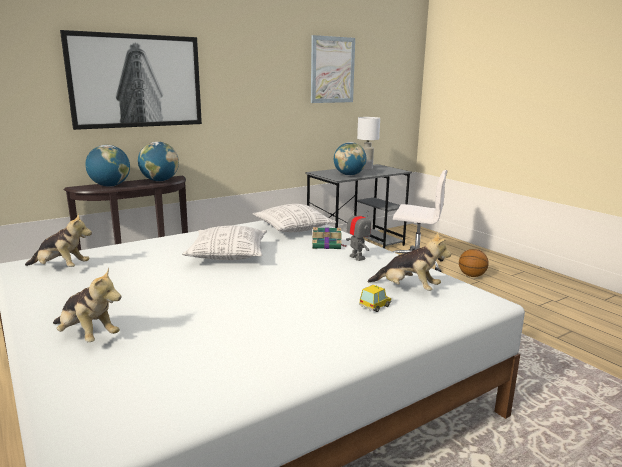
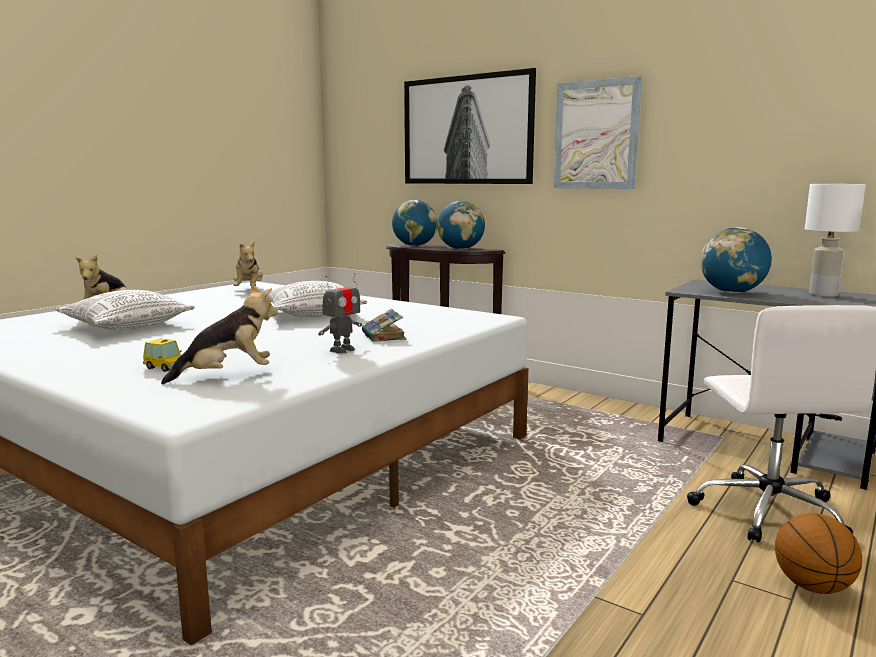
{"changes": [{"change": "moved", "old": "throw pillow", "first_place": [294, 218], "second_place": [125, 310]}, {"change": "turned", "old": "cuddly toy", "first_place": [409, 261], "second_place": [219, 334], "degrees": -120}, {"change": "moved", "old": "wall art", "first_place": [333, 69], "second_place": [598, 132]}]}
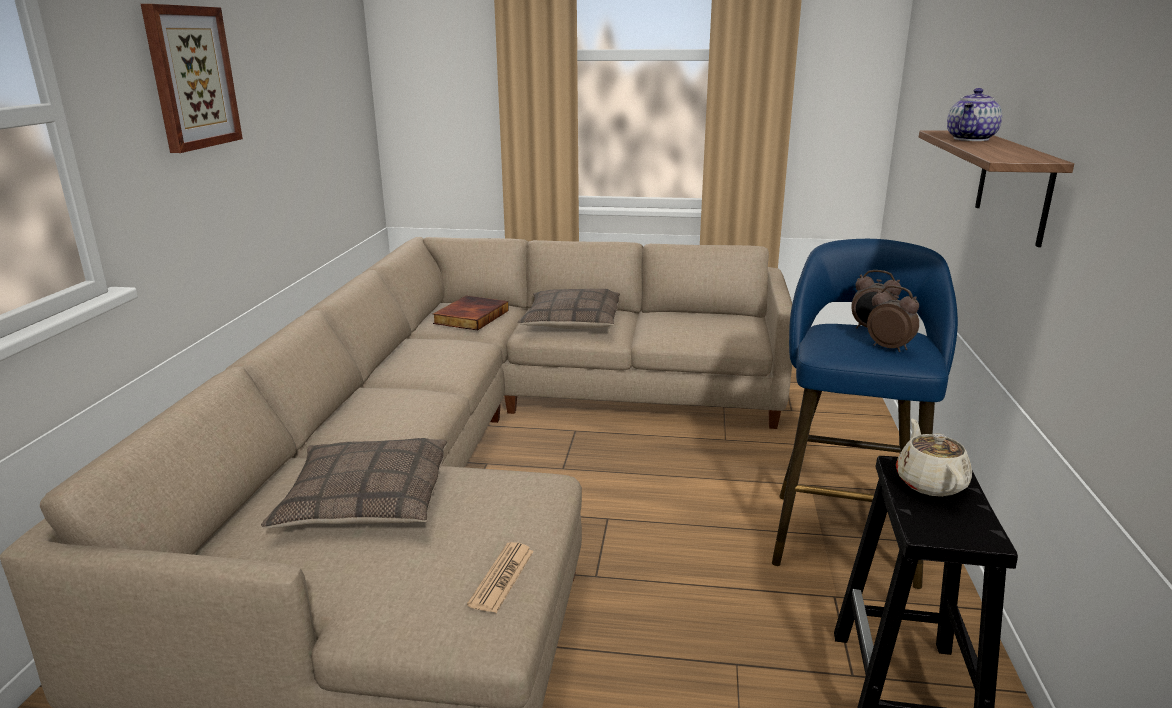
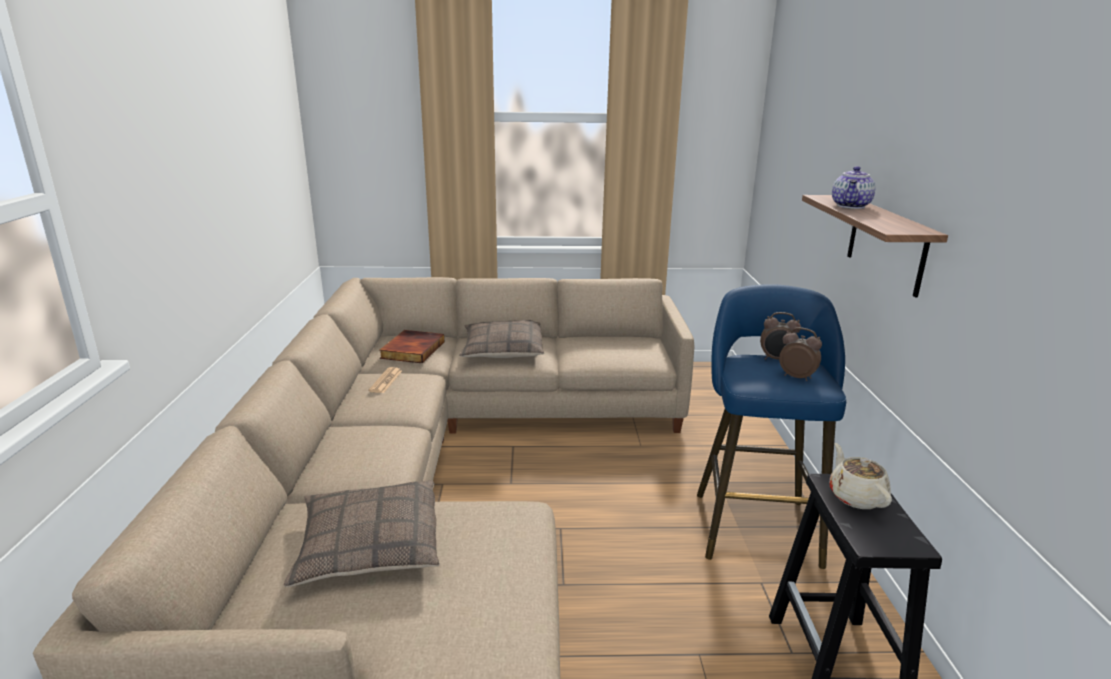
{"changes": [{"change": "moved", "old": "printed paper", "first_place": [500, 577], "second_place": [385, 380]}, {"change": "removed", "old": "wall art", "first_place": [192, 78]}]}
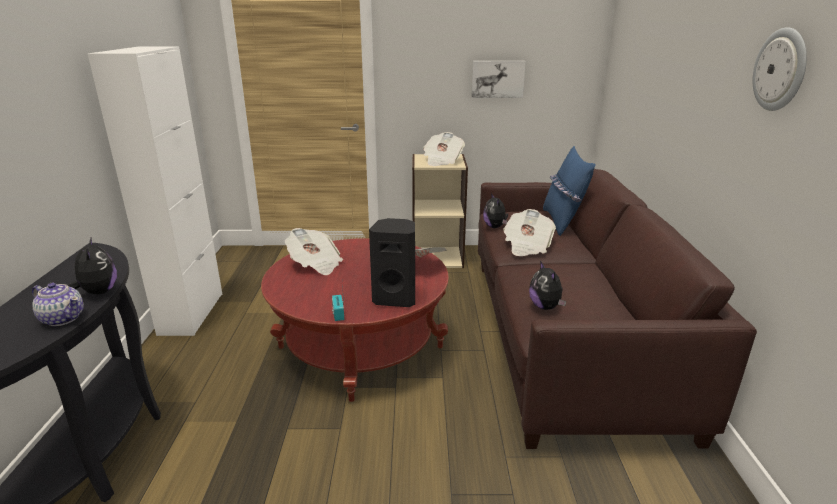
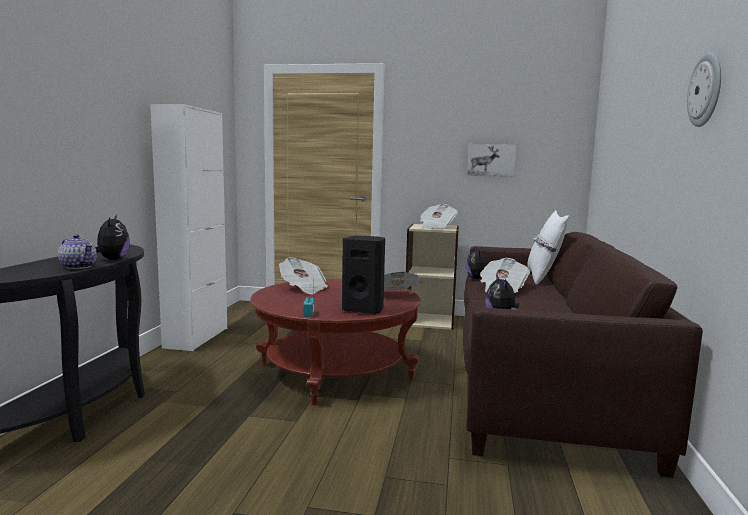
{"changes": [{"change": "recoloured", "old": "blue-coloured throw pillow", "new": "whitish throw pillow", "first_place": [569, 191], "second_place": [548, 248]}]}
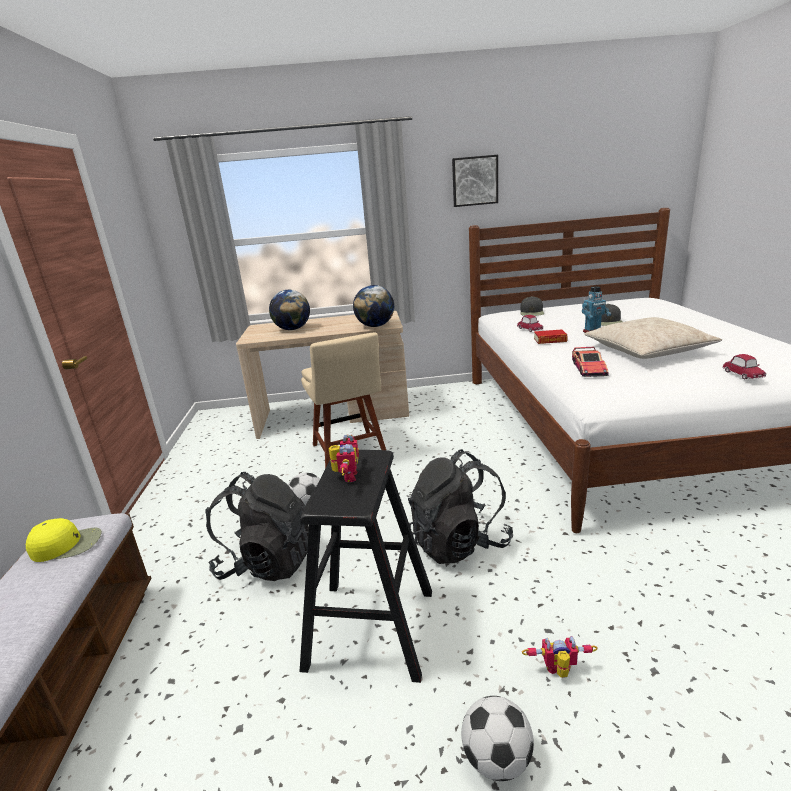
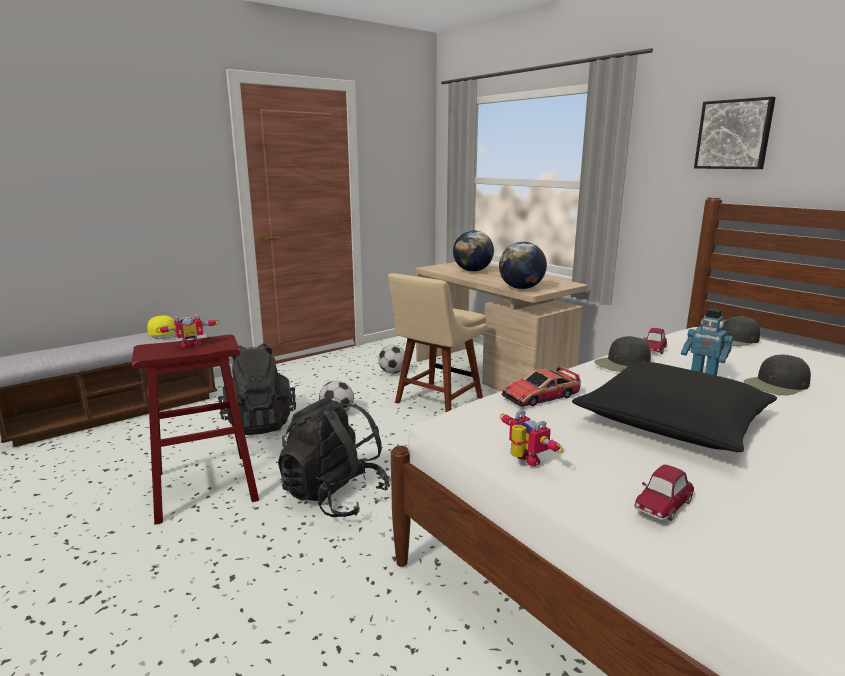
{"changes": [{"change": "recoloured", "old": "black-coloured stool seat", "new": "red stool seat", "first_place": [365, 566], "second_place": [195, 429]}, {"change": "moved", "old": "football ball", "first_place": [497, 738], "second_place": [391, 359]}, {"change": "moved", "old": "robot figure", "first_place": [560, 657], "second_place": [532, 438]}, {"change": "recoloured", "old": "beige-coloured throw pillow", "new": "black-coloured throw pillow", "first_place": [653, 338], "second_place": [674, 407]}, {"change": "replaced", "old": "bound book", "new": "black-coloured peaked cap", "first_place": [551, 336], "second_place": [622, 354]}]}
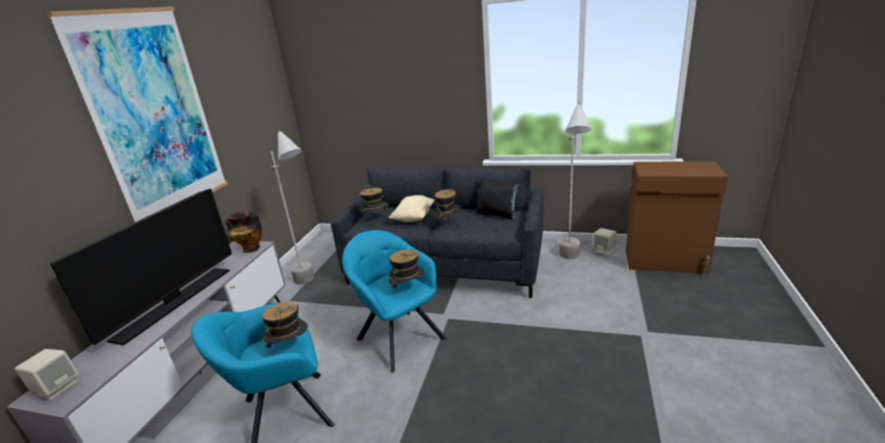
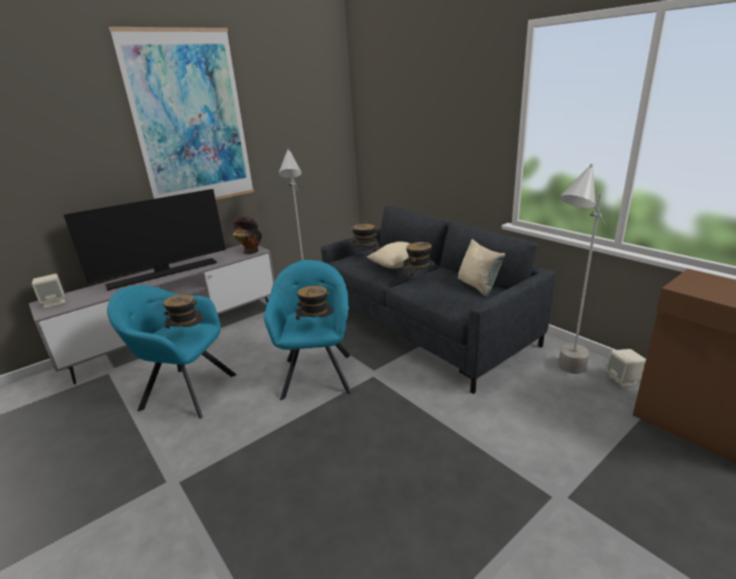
{"changes": [{"change": "recoloured", "old": "black-coloured throw pillow", "new": "beige-coloured throw pillow", "first_place": [498, 198], "second_place": [481, 268]}]}
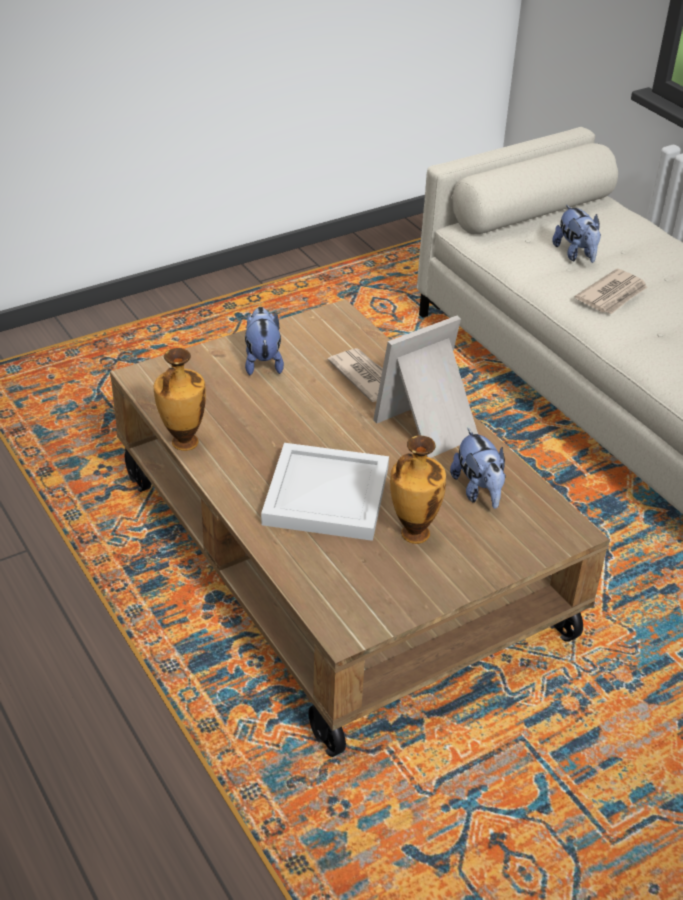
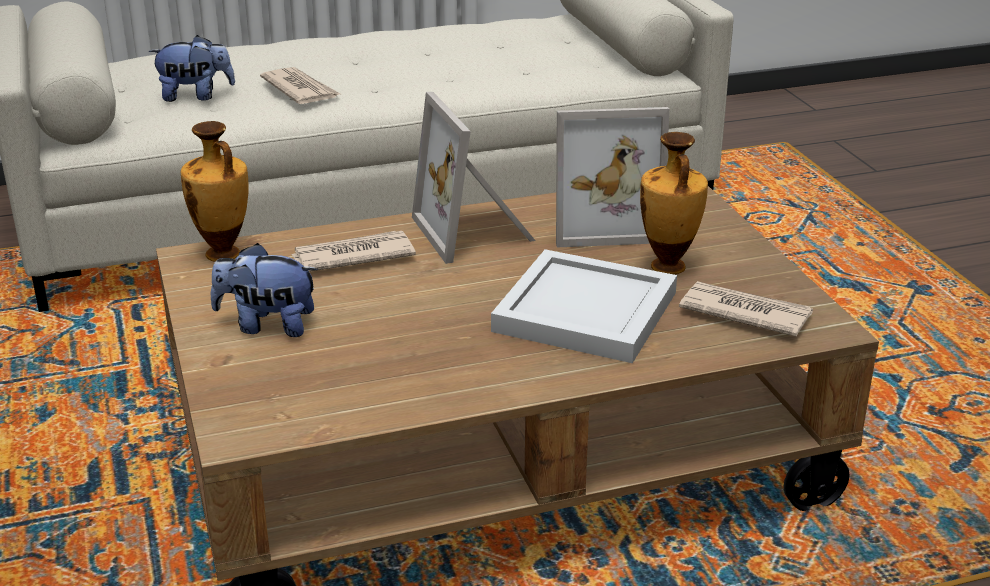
{"changes": [{"change": "moved", "old": "decorative vase", "first_place": [180, 399], "second_place": [215, 191]}, {"change": "replaced", "old": "cuddly toy", "new": "photo frame", "first_place": [478, 468], "second_place": [612, 177]}, {"change": "added", "new": "printed paper", "second_place": [746, 309]}]}
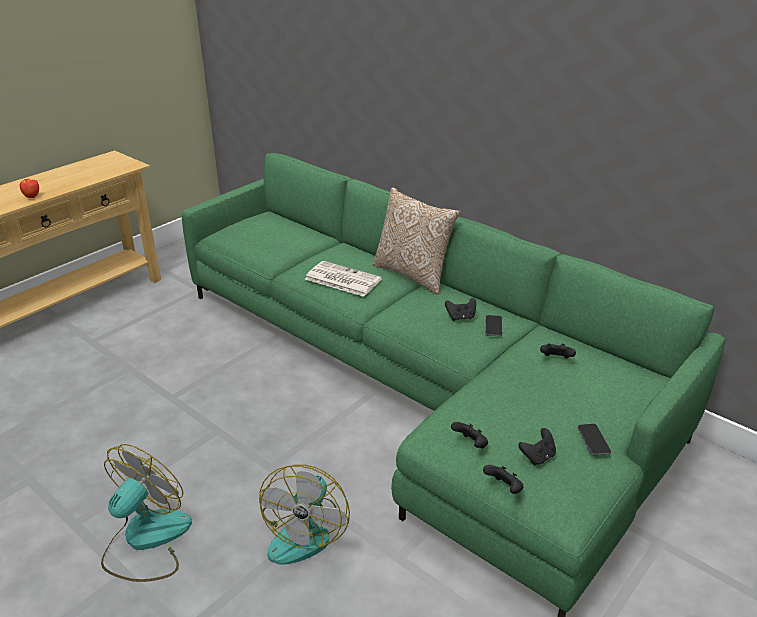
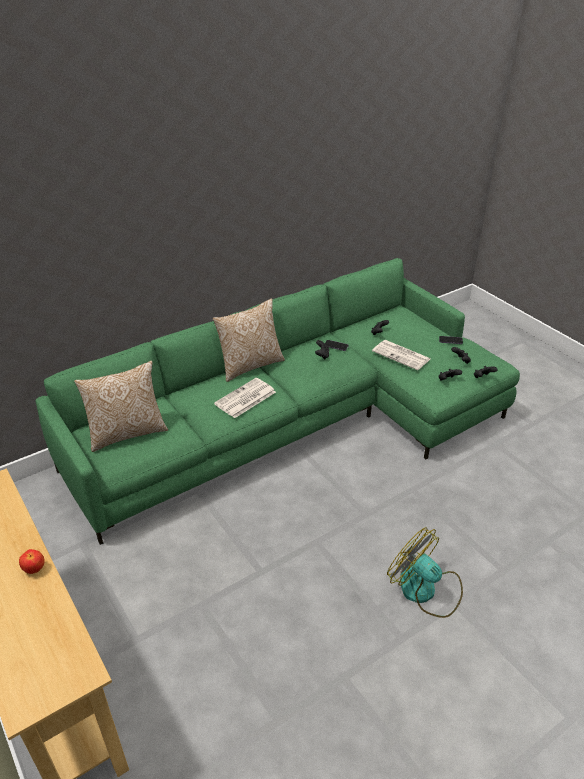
{"changes": [{"change": "added", "new": "throw pillow", "second_place": [121, 406]}, {"change": "added", "new": "printed paper", "second_place": [401, 355]}, {"change": "removed", "old": "fan", "first_place": [304, 514]}]}
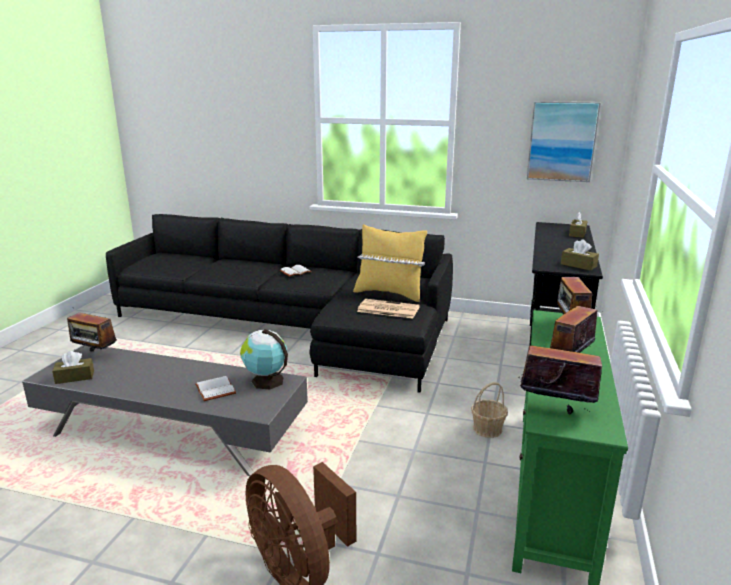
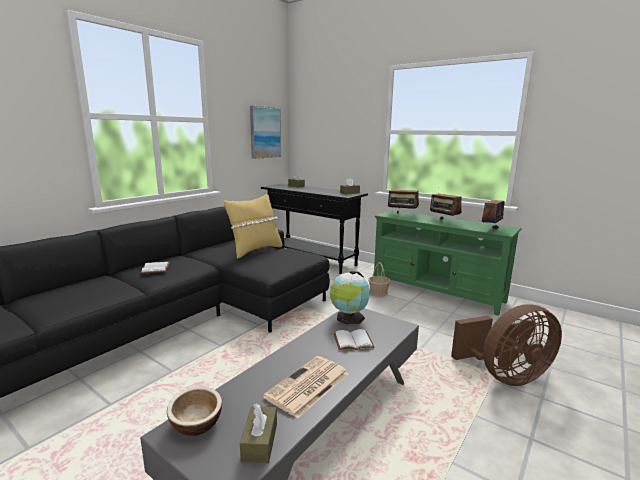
{"changes": [{"change": "replaced", "old": "radio set", "new": "serving bowl", "first_place": [92, 332], "second_place": [194, 411]}, {"change": "moved", "old": "printed paper", "first_place": [388, 309], "second_place": [305, 387]}]}
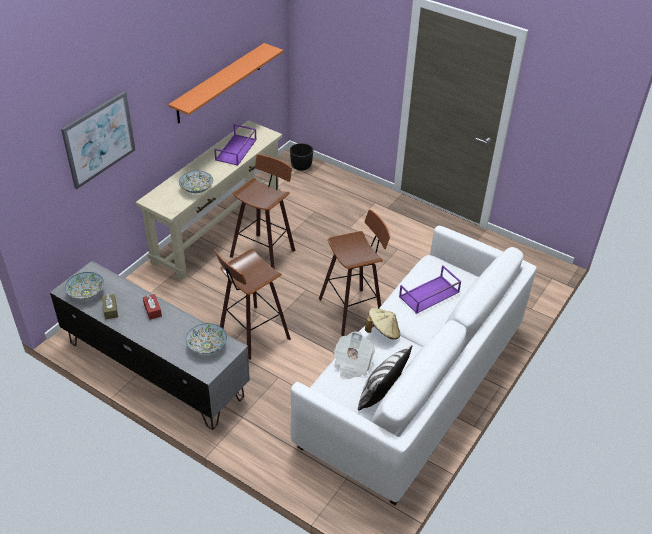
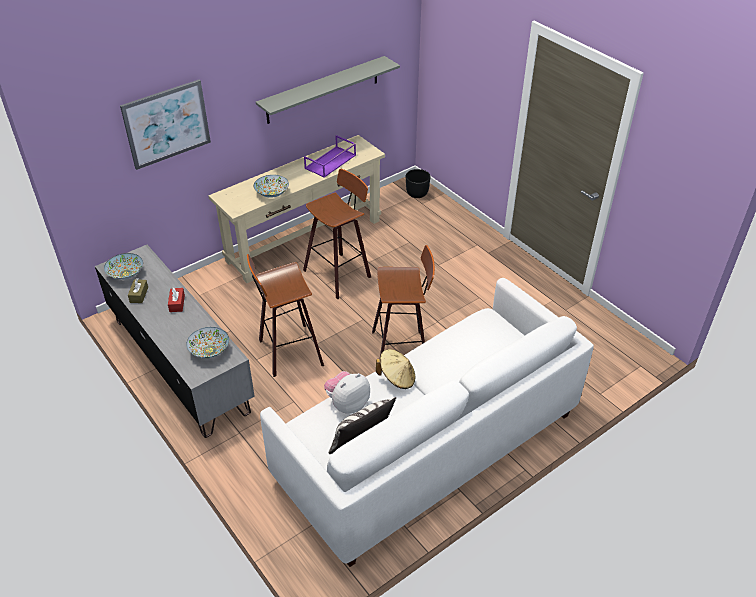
{"changes": [{"change": "recoloured", "old": "orange-coloured wall shelf", "new": "gray wall shelf", "first_place": [225, 83], "second_place": [328, 90]}, {"change": "replaced", "old": "printed paper", "new": "cuddly toy", "first_place": [354, 355], "second_place": [347, 392]}, {"change": "removed", "old": "purplish tray", "first_place": [430, 289]}]}
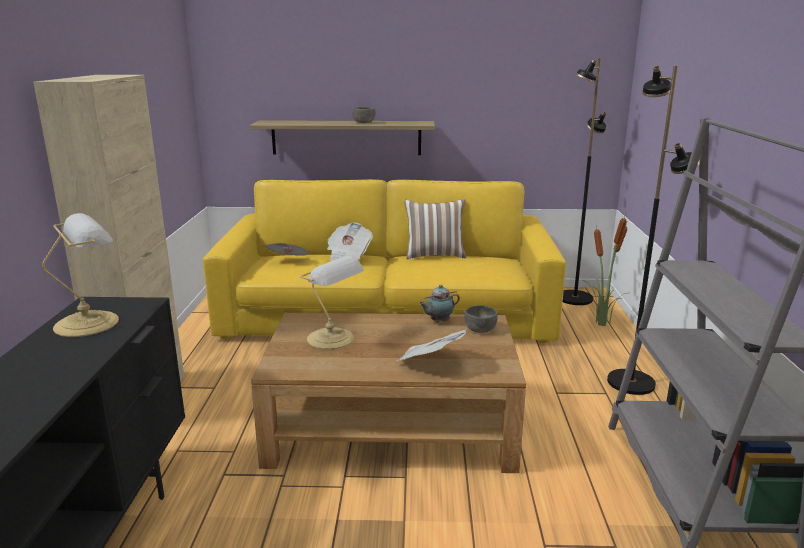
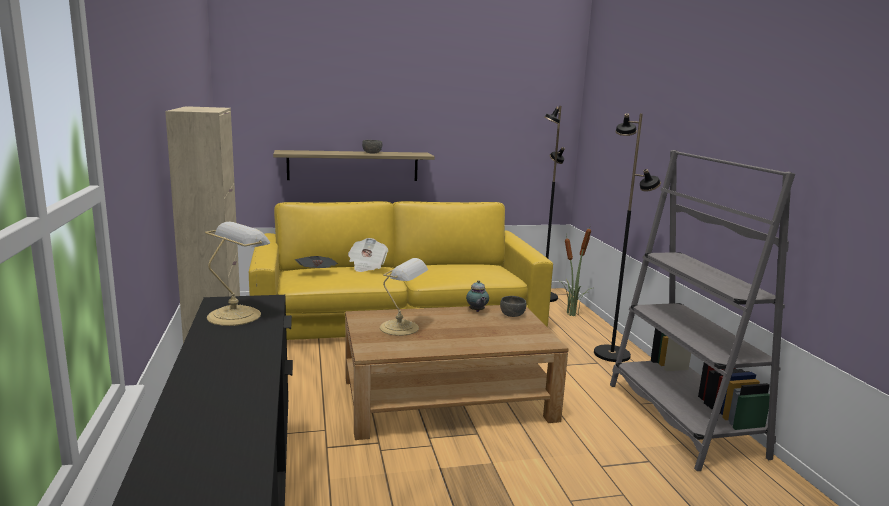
{"changes": [{"change": "turned", "old": "pot for tea", "first_place": [439, 303], "second_place": [477, 296], "degrees": -60}, {"change": "removed", "old": "printed paper", "first_place": [432, 345]}, {"change": "removed", "old": "throw pillow", "first_place": [435, 229]}]}
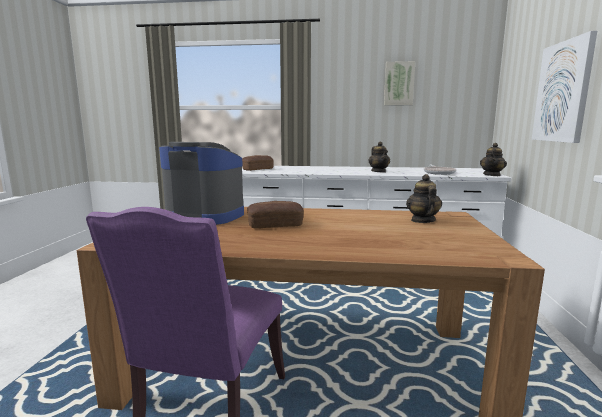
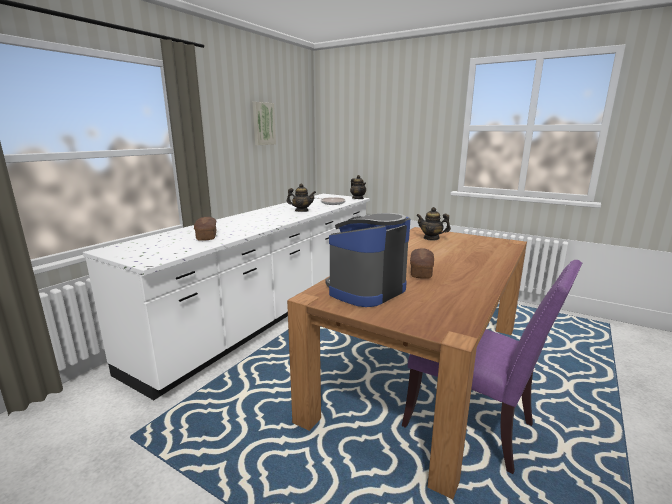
{"changes": [{"change": "removed", "old": "wall art", "first_place": [564, 87]}]}
